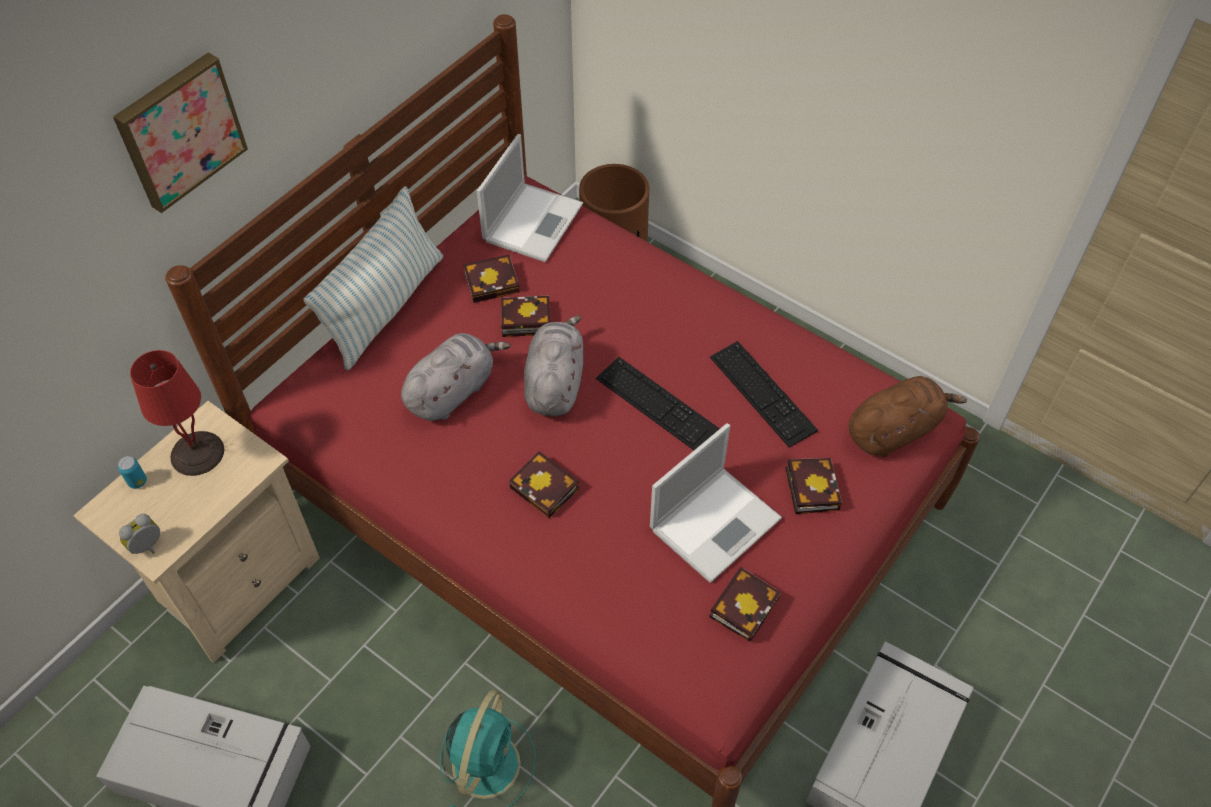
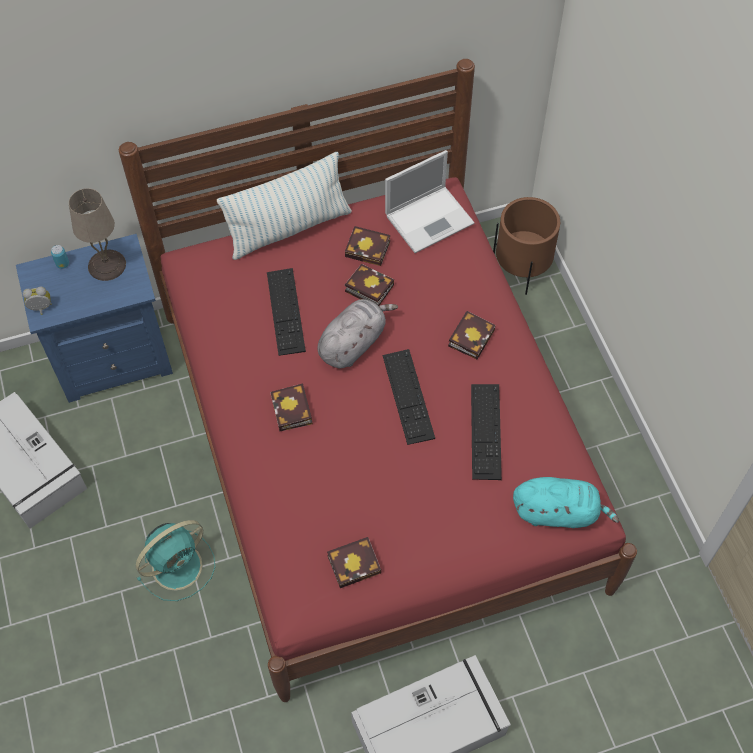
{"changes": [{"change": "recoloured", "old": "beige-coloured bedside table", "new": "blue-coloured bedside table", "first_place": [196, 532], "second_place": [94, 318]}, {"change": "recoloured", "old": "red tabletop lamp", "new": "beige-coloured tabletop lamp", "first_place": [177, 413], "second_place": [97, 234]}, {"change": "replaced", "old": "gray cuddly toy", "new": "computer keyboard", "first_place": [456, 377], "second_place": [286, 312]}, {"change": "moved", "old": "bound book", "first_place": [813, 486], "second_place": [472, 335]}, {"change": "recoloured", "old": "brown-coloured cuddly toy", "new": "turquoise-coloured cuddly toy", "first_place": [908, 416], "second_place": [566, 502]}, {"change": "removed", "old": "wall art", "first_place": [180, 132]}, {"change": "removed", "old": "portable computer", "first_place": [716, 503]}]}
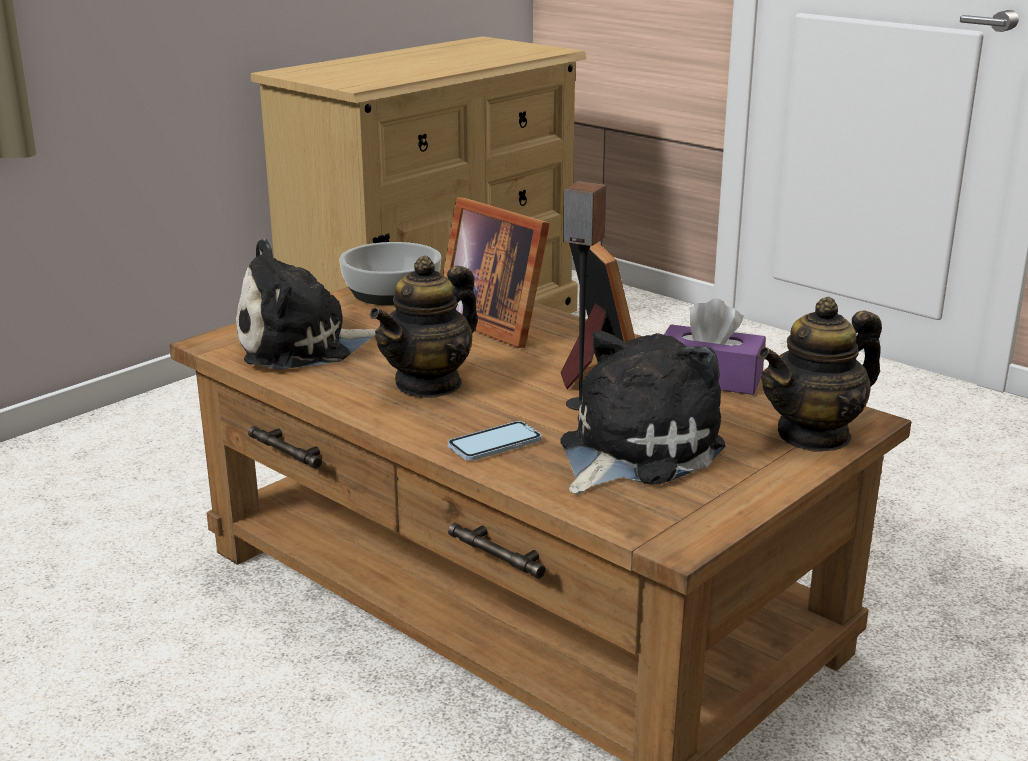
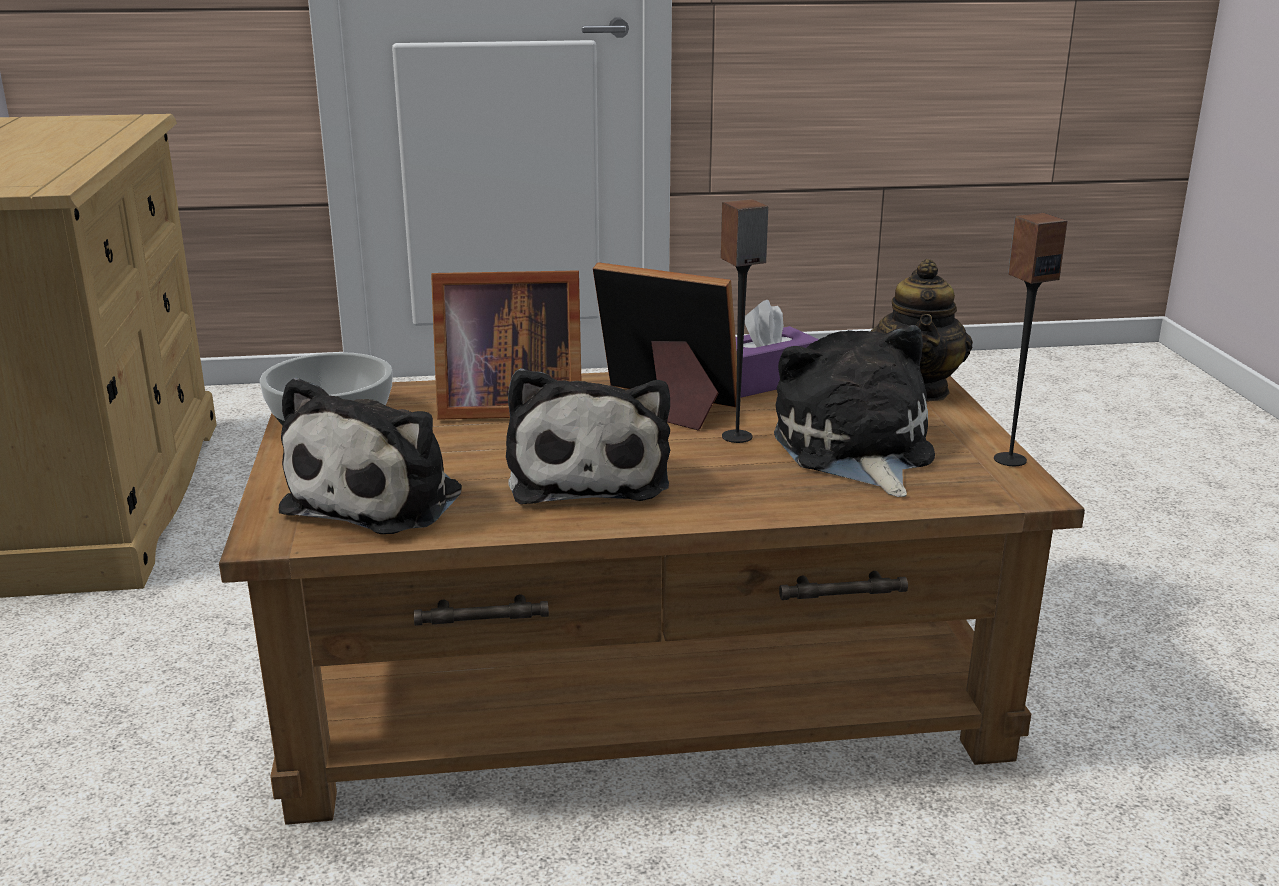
{"changes": [{"change": "replaced", "old": "pot for tea", "new": "cuddly toy", "first_place": [424, 327], "second_place": [588, 436]}, {"change": "added", "new": "audio speaker", "second_place": [1030, 339]}, {"change": "removed", "old": "telephone", "first_place": [495, 441]}]}
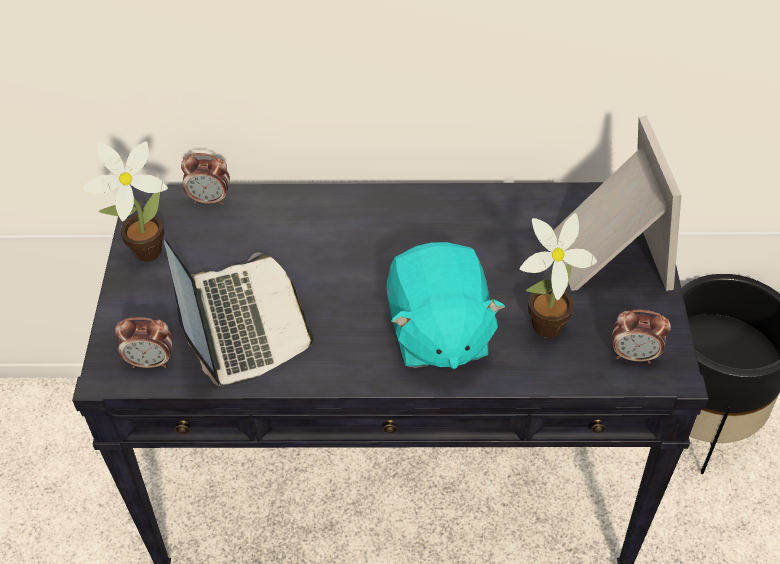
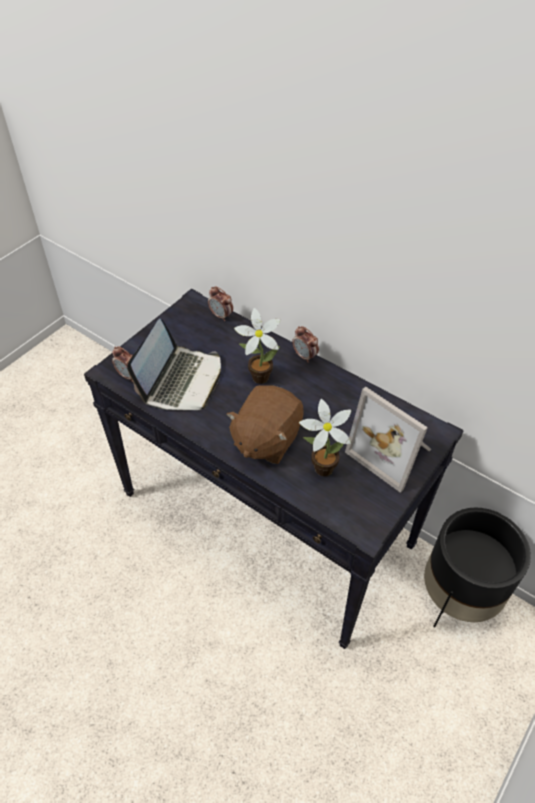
{"changes": [{"change": "recoloured", "old": "turquoise-coloured cuddly toy", "new": "brown-coloured cuddly toy", "first_place": [446, 305], "second_place": [265, 424]}, {"change": "moved", "old": "houseplant", "first_place": [125, 201], "second_place": [257, 346]}, {"change": "moved", "old": "alarm clock", "first_place": [641, 337], "second_place": [305, 344]}, {"change": "turned", "old": "photo frame", "first_place": [617, 203], "second_place": [388, 440], "degrees": 105}]}
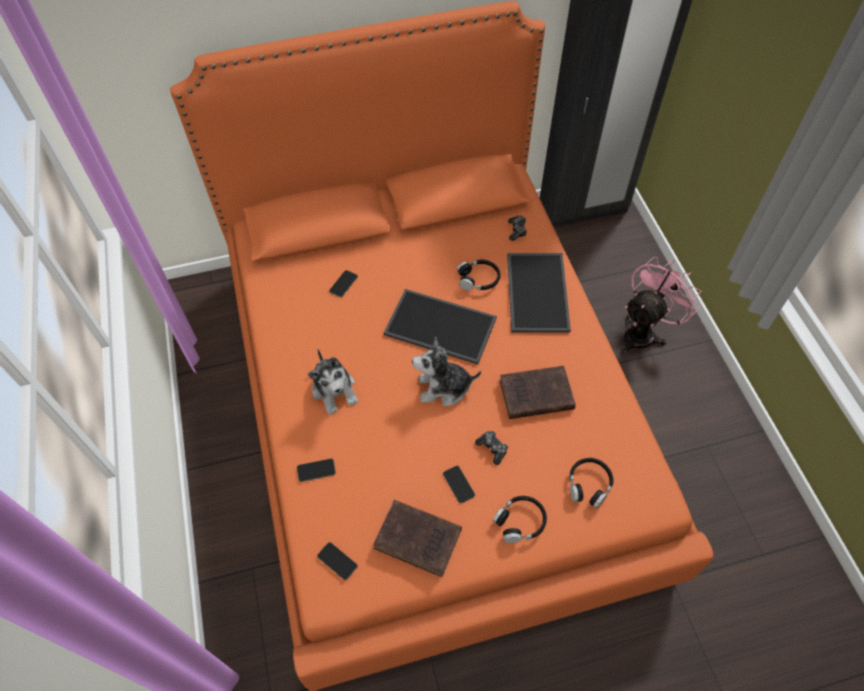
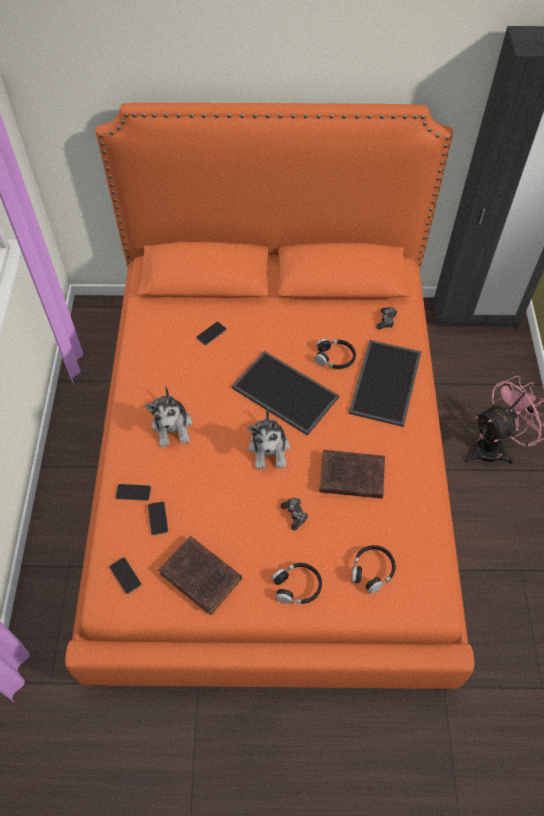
{"changes": [{"change": "moved", "old": "telephone", "first_place": [459, 484], "second_place": [158, 518]}, {"change": "turned", "old": "cuddly toy", "first_place": [446, 371], "second_place": [268, 438], "degrees": -105}]}
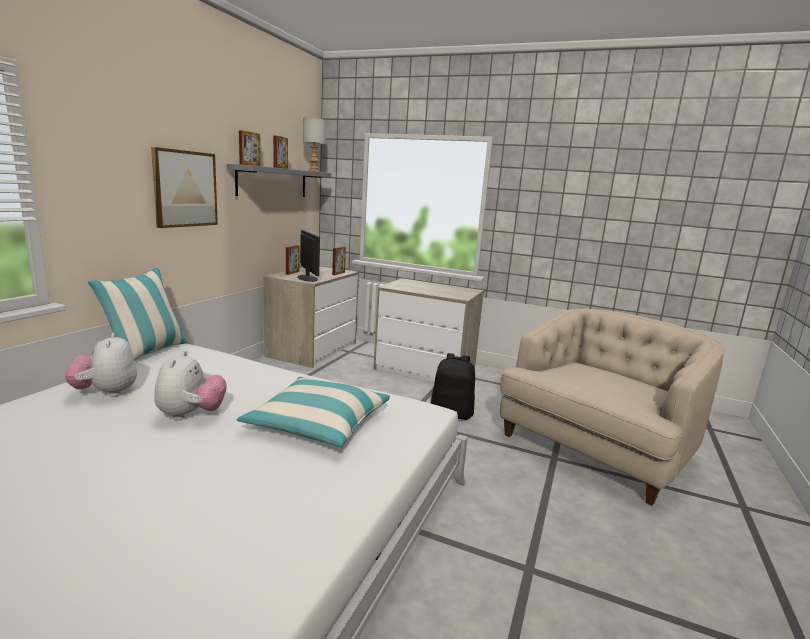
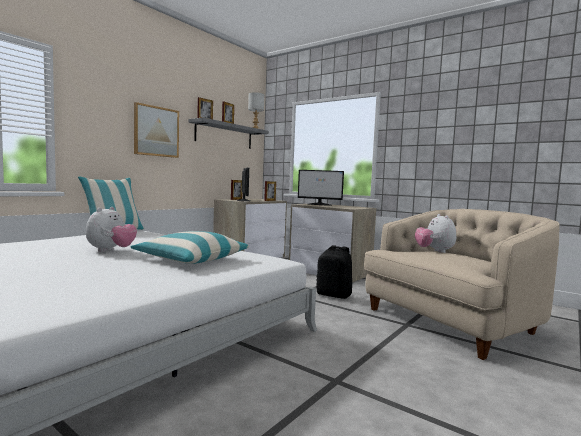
{"changes": [{"change": "added", "new": "computer screen", "second_place": [321, 187]}, {"change": "moved", "old": "cuddly toy", "first_place": [101, 365], "second_place": [435, 233]}]}
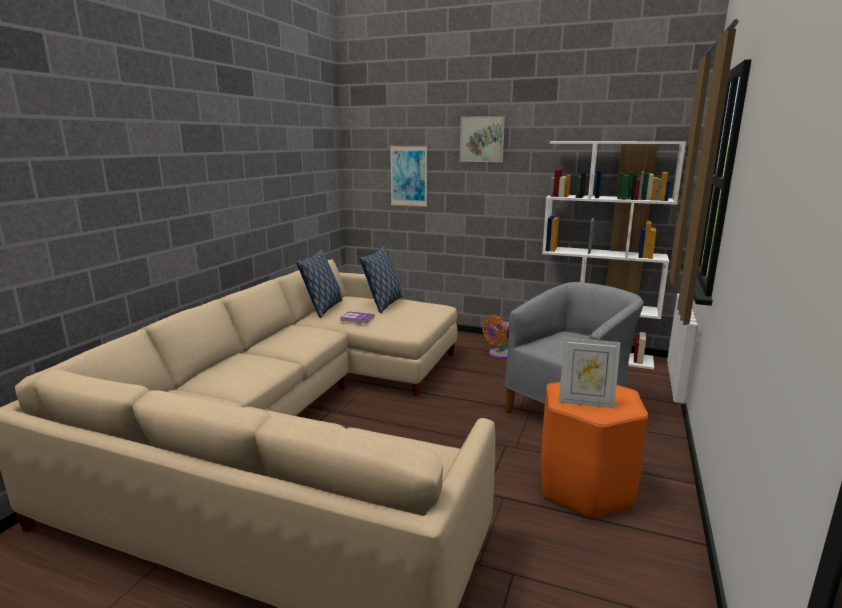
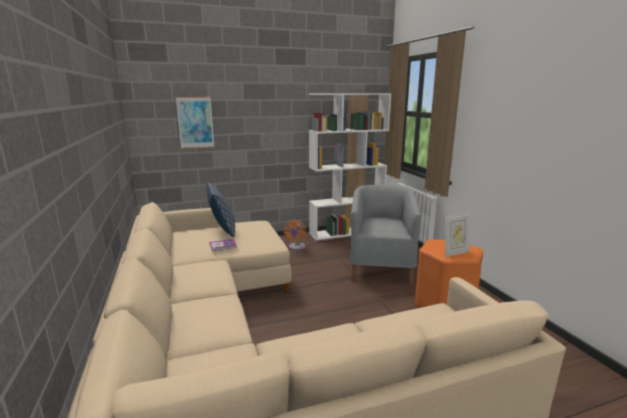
{"changes": [{"change": "removed", "old": "throw pillow", "first_place": [319, 283]}, {"change": "removed", "old": "wall art", "first_place": [482, 139]}]}
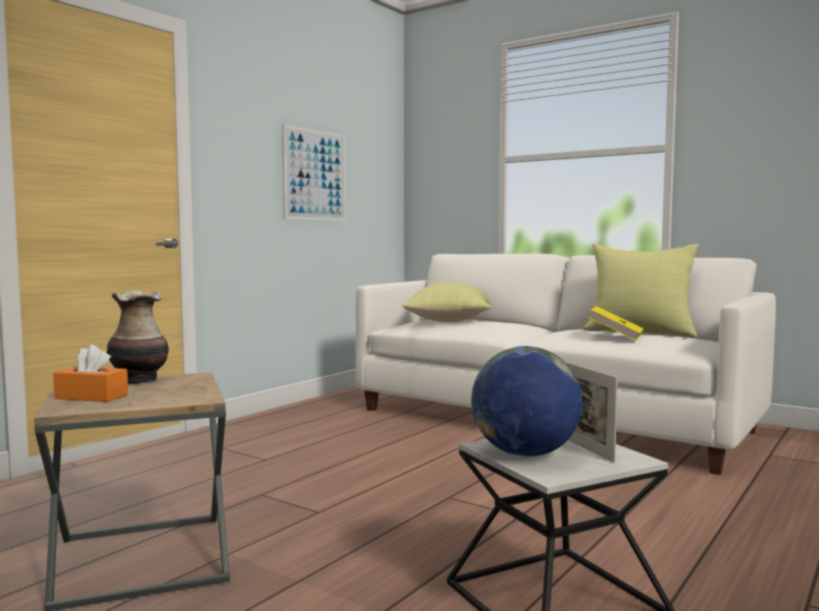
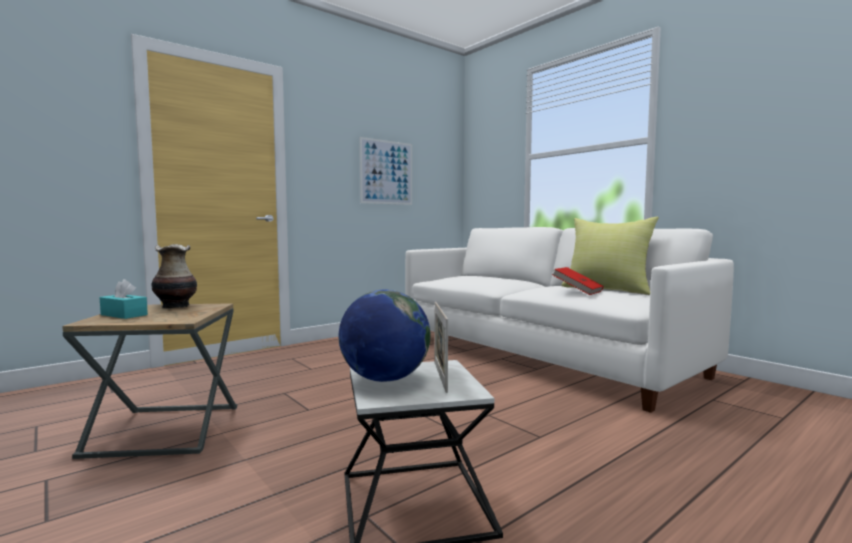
{"changes": [{"change": "recoloured", "old": "orange-coloured box of tissues", "new": "turquoise-coloured box of tissues", "first_place": [90, 373], "second_place": [124, 299]}, {"change": "recoloured", "old": "yellowish bound book", "new": "red bound book", "first_place": [615, 323], "second_place": [578, 281]}, {"change": "removed", "old": "yellowish throw pillow", "first_place": [446, 302]}]}
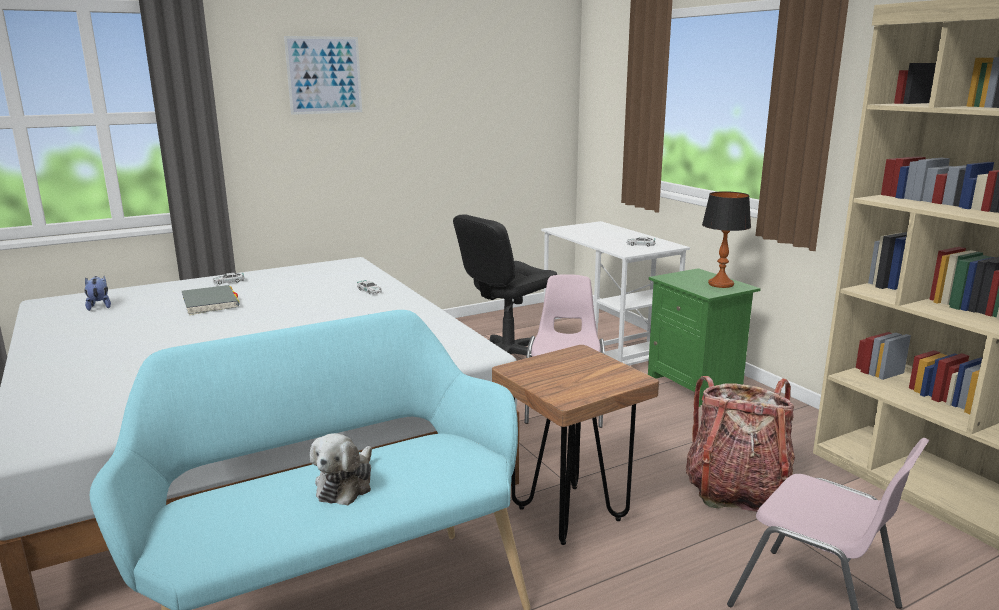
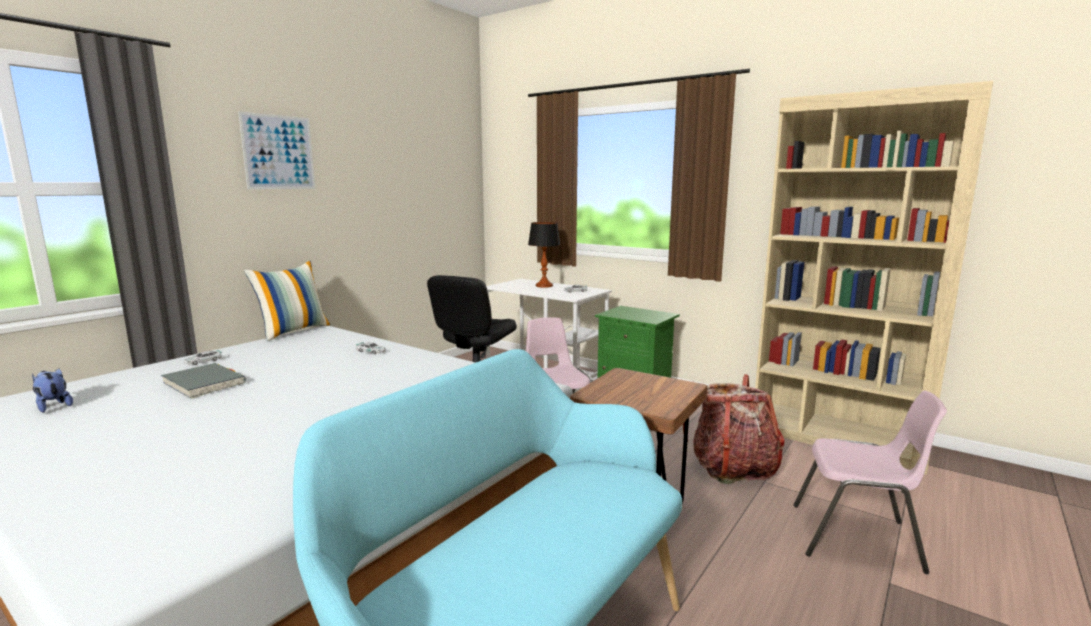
{"changes": [{"change": "added", "new": "throw pillow", "second_place": [287, 301]}, {"change": "moved", "old": "tabletop lamp", "first_place": [726, 239], "second_place": [544, 255]}, {"change": "removed", "old": "cuddly toy", "first_place": [341, 469]}]}
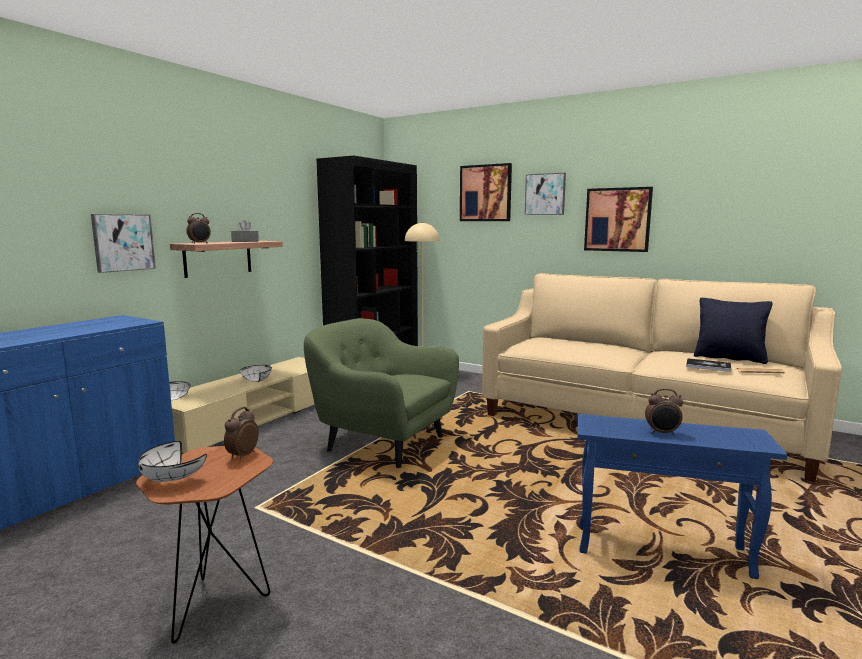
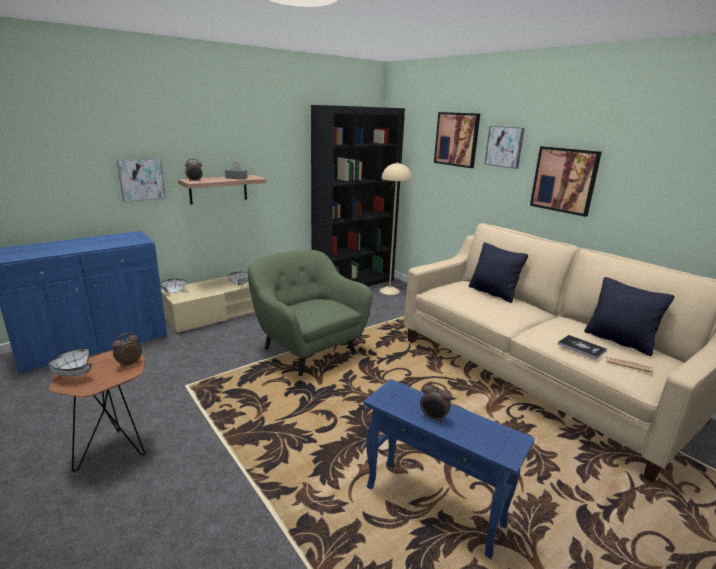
{"changes": [{"change": "added", "new": "black-coloured throw pillow", "second_place": [498, 272]}]}
